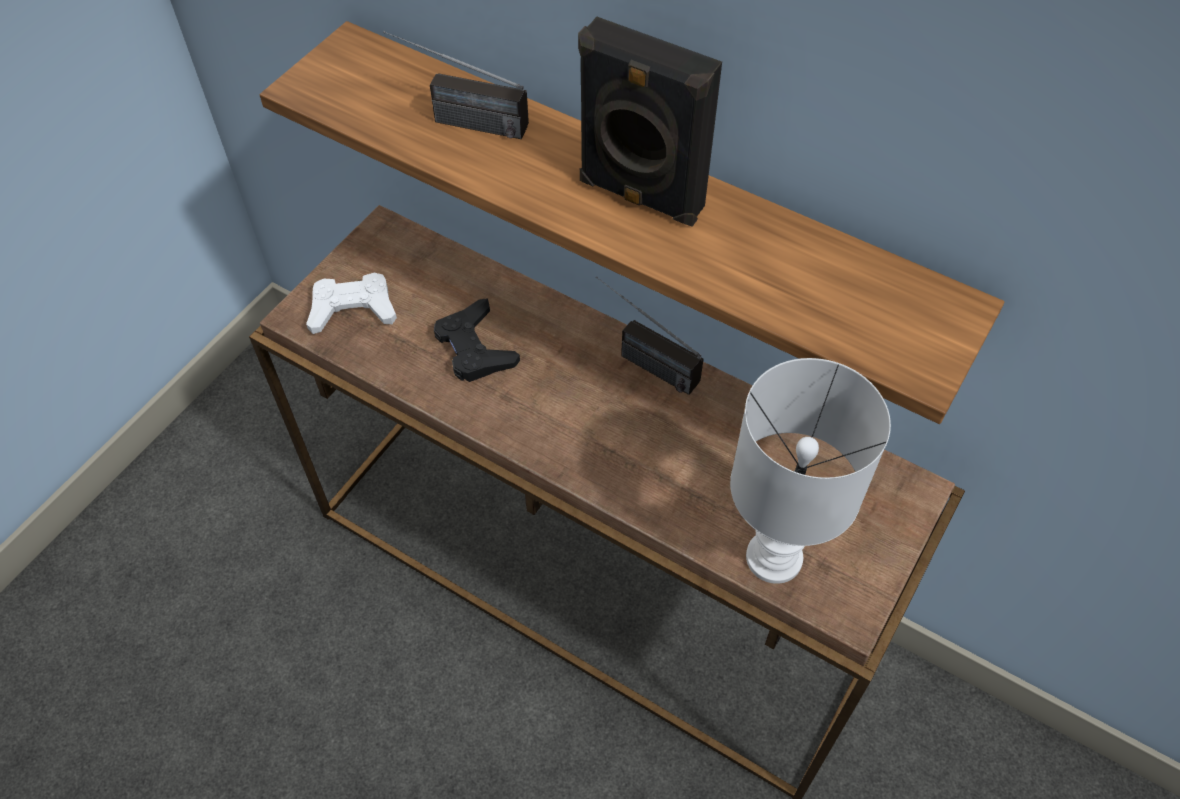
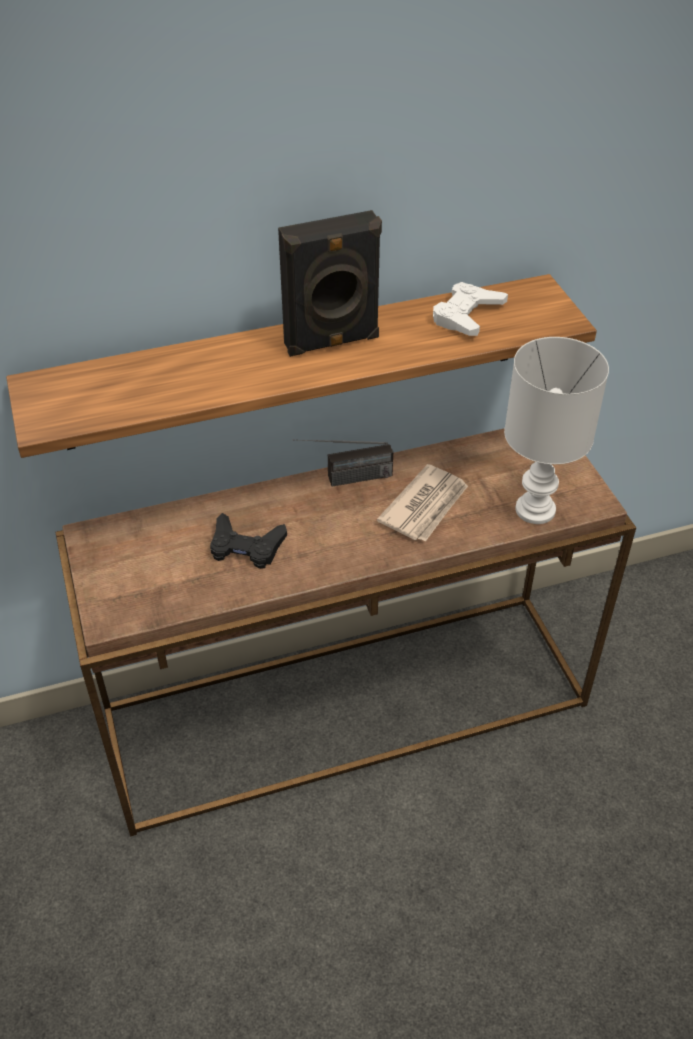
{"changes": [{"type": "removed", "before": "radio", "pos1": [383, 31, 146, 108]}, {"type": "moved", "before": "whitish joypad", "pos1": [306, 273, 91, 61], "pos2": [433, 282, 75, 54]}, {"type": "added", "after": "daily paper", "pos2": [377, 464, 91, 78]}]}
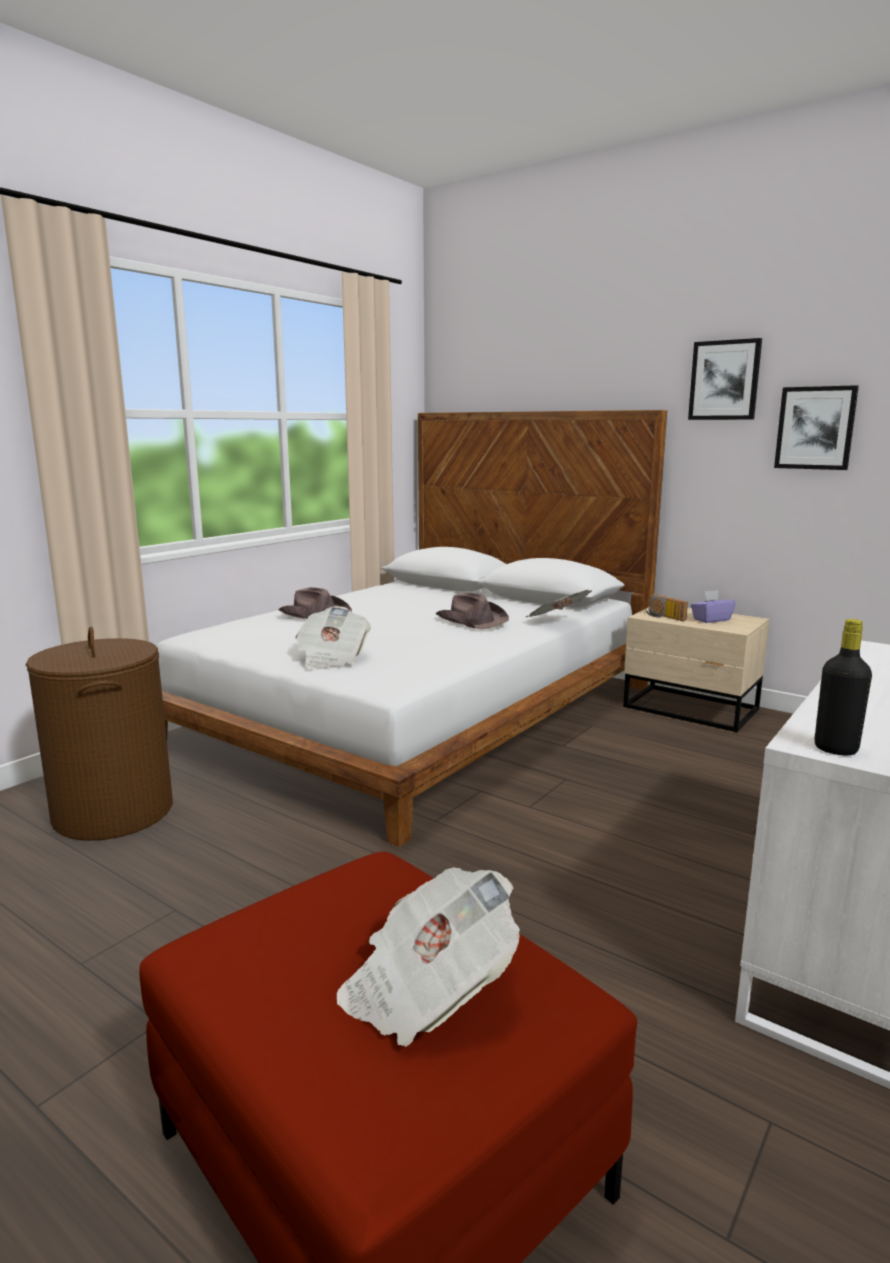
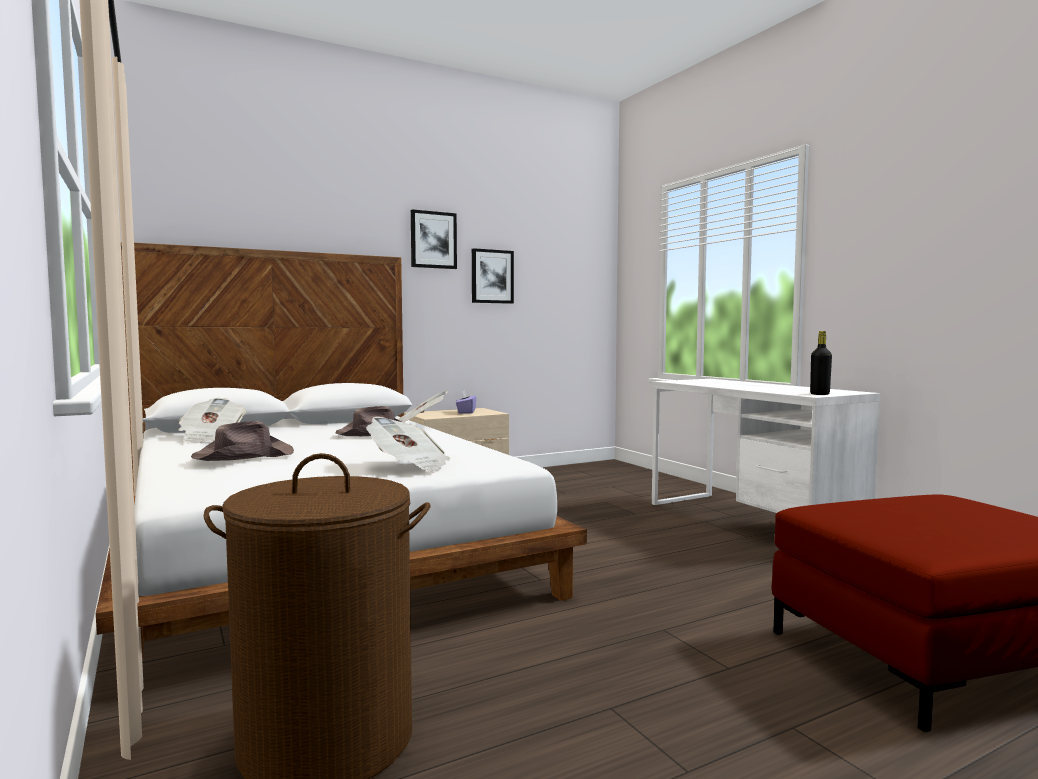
{"changes": [{"type": "removed", "before": "radio", "pos1": [645, 594, 43, 27]}, {"type": "moved", "before": "daily paper", "pos1": [337, 867, 183, 180], "pos2": [179, 398, 67, 46]}]}
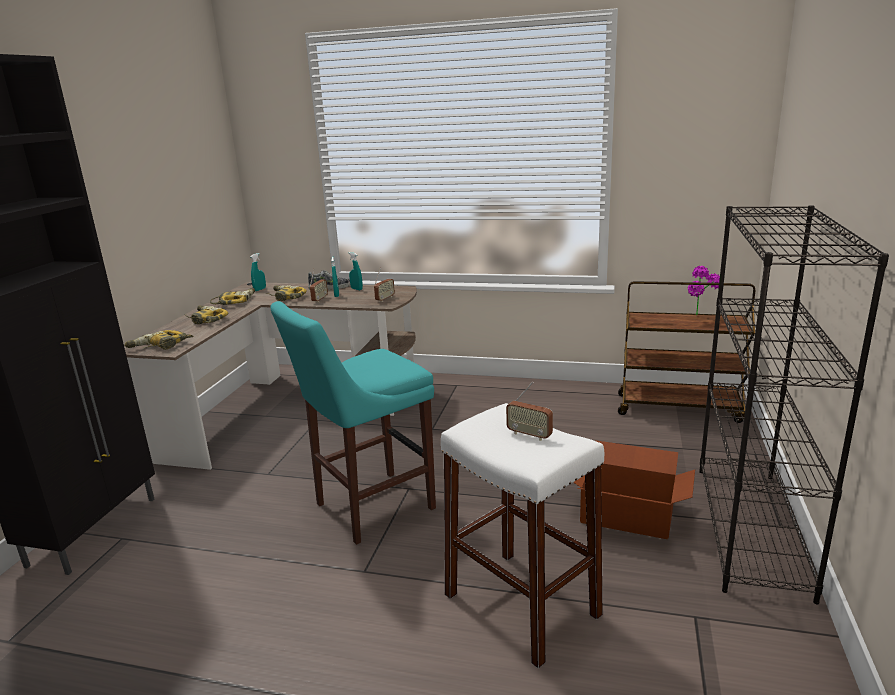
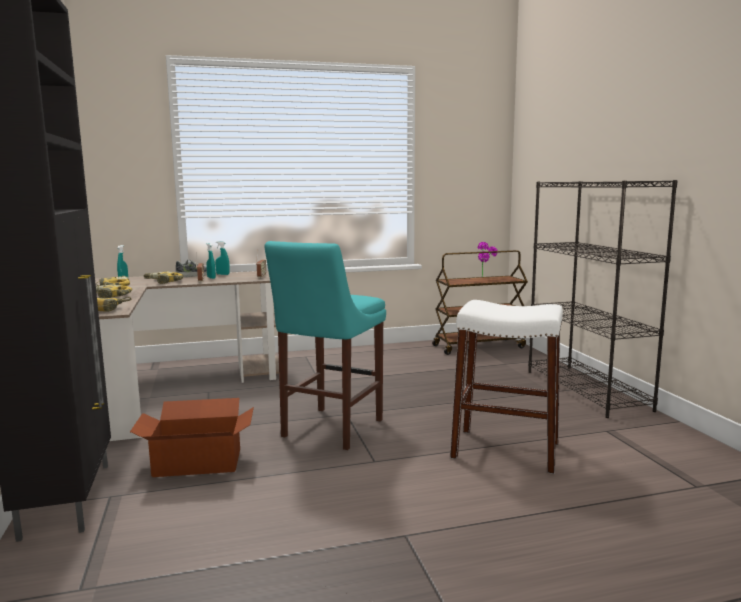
{"changes": [{"type": "removed", "before": "radio", "pos1": [506, 381, 47, 60]}, {"type": "moved", "before": "cardboard box", "pos1": [573, 440, 122, 99], "pos2": [130, 398, 124, 79]}]}
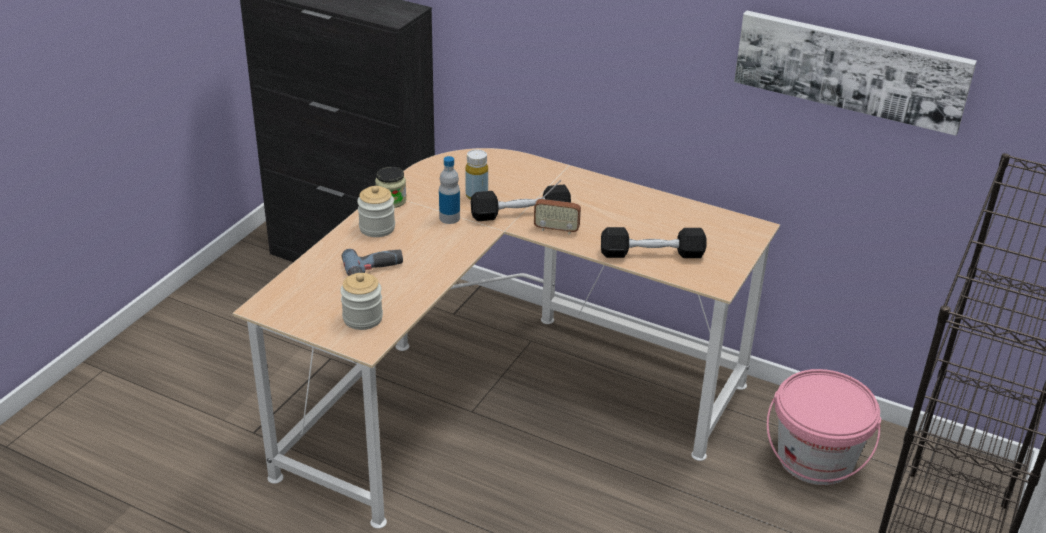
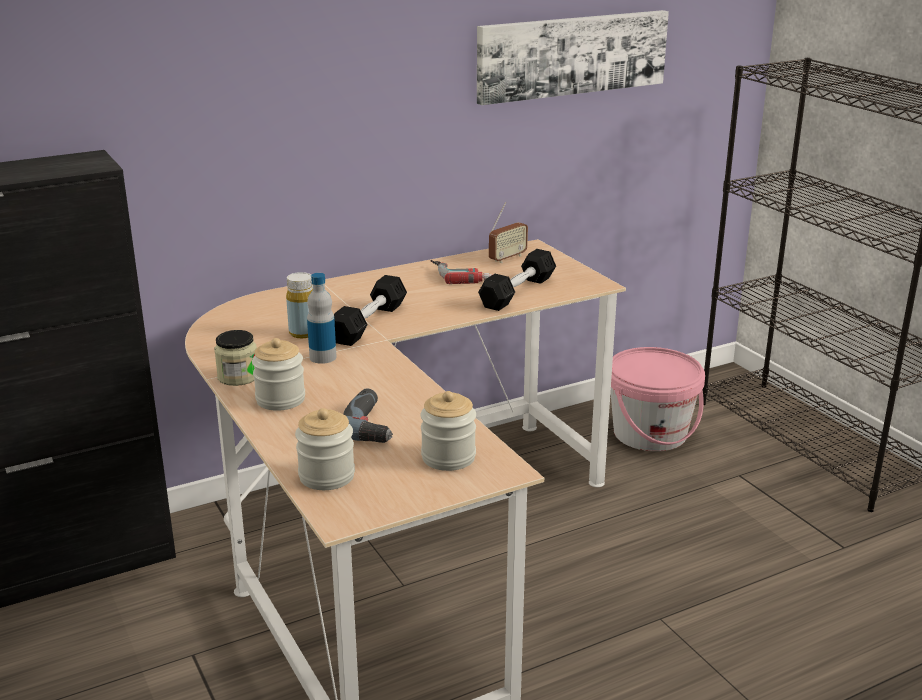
{"changes": [{"type": "moved", "before": "radio", "pos1": [534, 180, 47, 55], "pos2": [489, 202, 39, 61]}, {"type": "added", "after": "power drill", "pos2": [431, 260, 61, 24]}, {"type": "added", "after": "preserve jar", "pos2": [295, 408, 60, 82]}]}
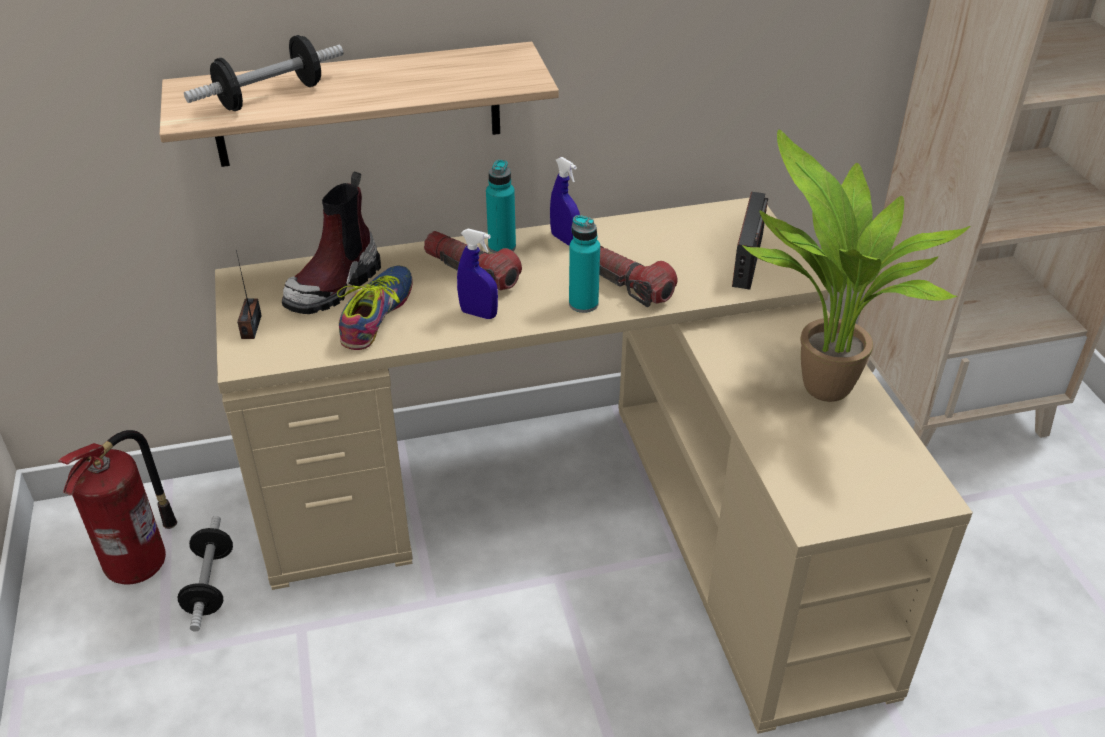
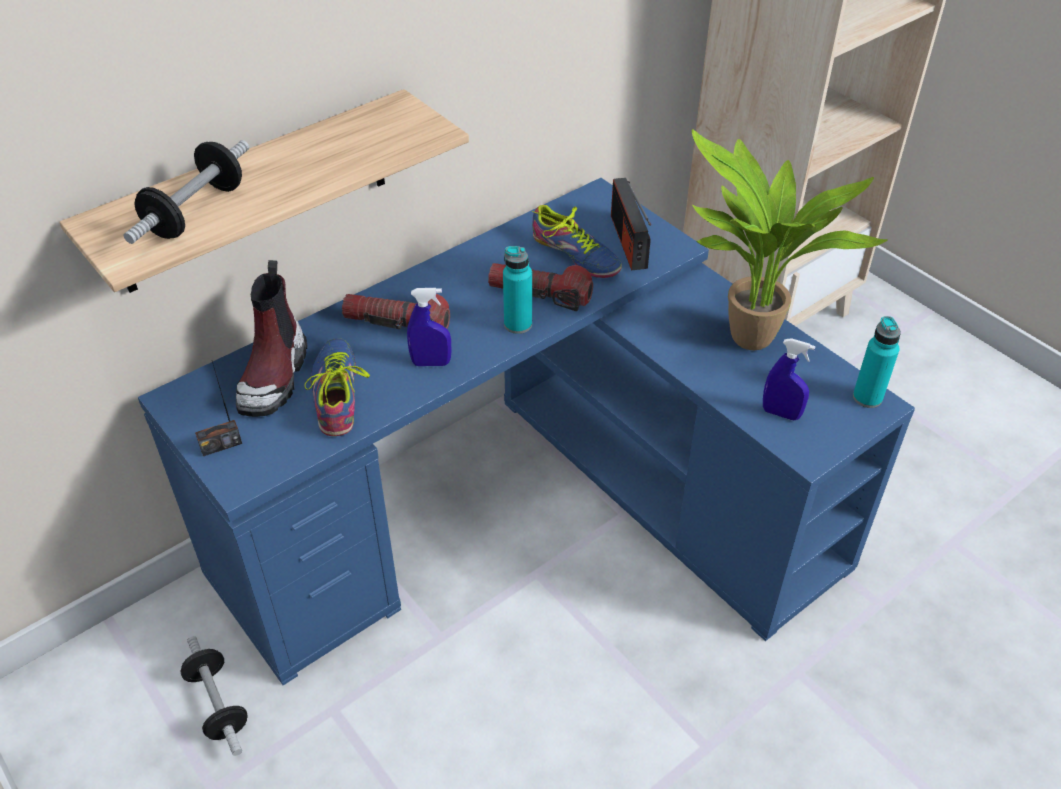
{"changes": [{"type": "moved", "before": "blue hand sprayer", "pos1": [550, 157, 30, 89], "pos2": [763, 338, 53, 82]}, {"type": "moved", "before": "turquoise-coloured drink bottle", "pos1": [486, 160, 30, 93], "pos2": [853, 316, 48, 92]}, {"type": "recoloured", "before": "beige desk", "after": "blue desk", "pos1": [215, 198, 758, 536], "pos2": [138, 178, 777, 507]}, {"type": "turned", "before": "radio", "pos1": [236, 250, 26, 89], "pos2": [195, 361, 47, 95], "turn": -90}, {"type": "removed", "before": "extinguisher", "pos1": [58, 430, 119, 155]}, {"type": "added", "after": "item of footwear", "pos2": [532, 205, 90, 73]}]}
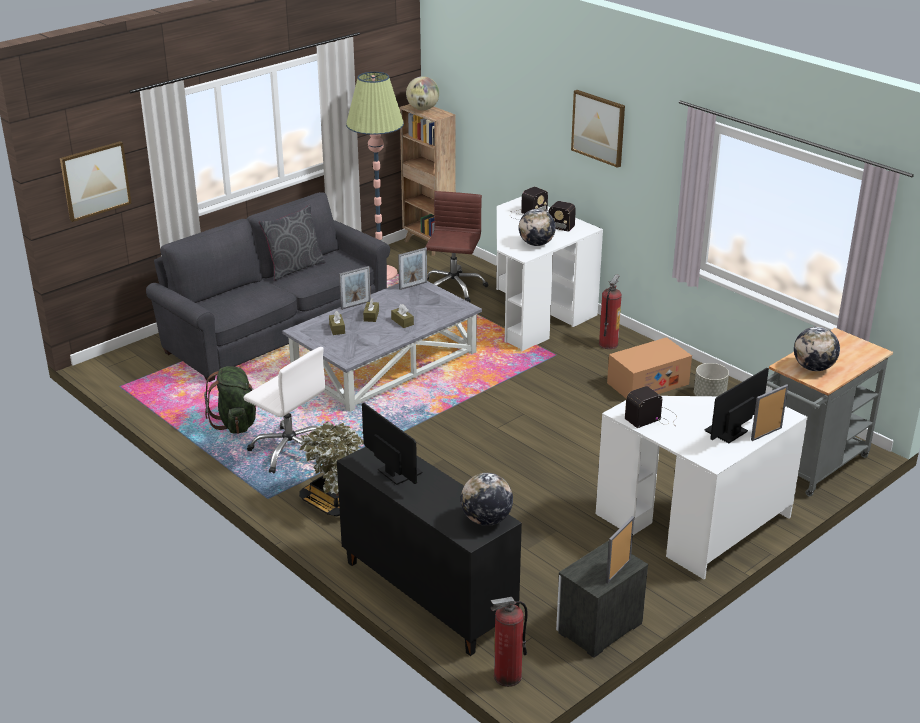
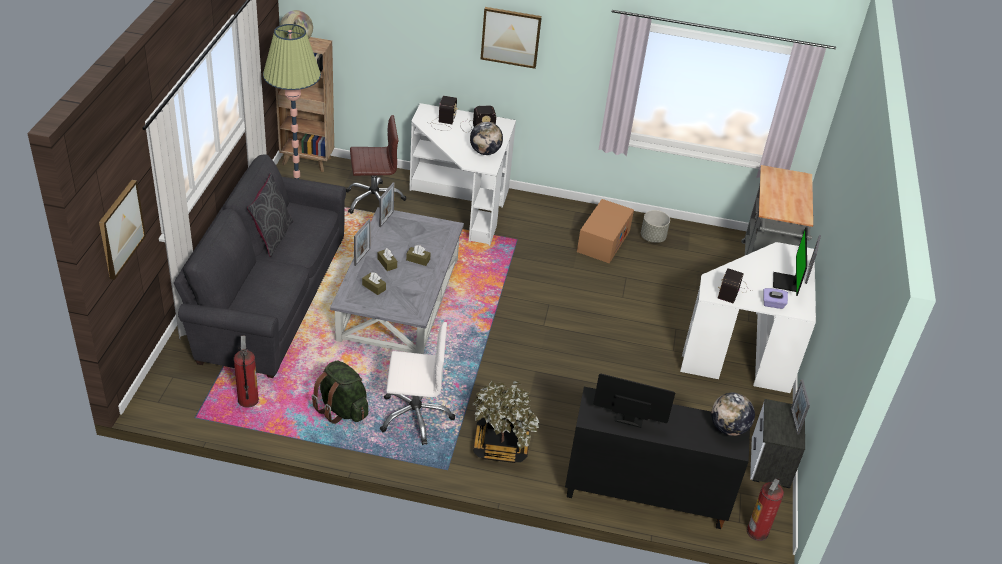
{"changes": [{"type": "turned", "before": "brownish desk chair", "pos1": [425, 191, 63, 111], "pos2": [346, 115, 60, 99], "turn": 105}, {"type": "moved", "before": "extinguisher", "pos1": [599, 274, 23, 75], "pos2": [234, 336, 25, 72]}, {"type": "removed", "before": "world globe", "pos1": [794, 327, 46, 44]}, {"type": "added", "after": "purplish tissue holder", "pos2": [763, 288, 25, 21]}]}
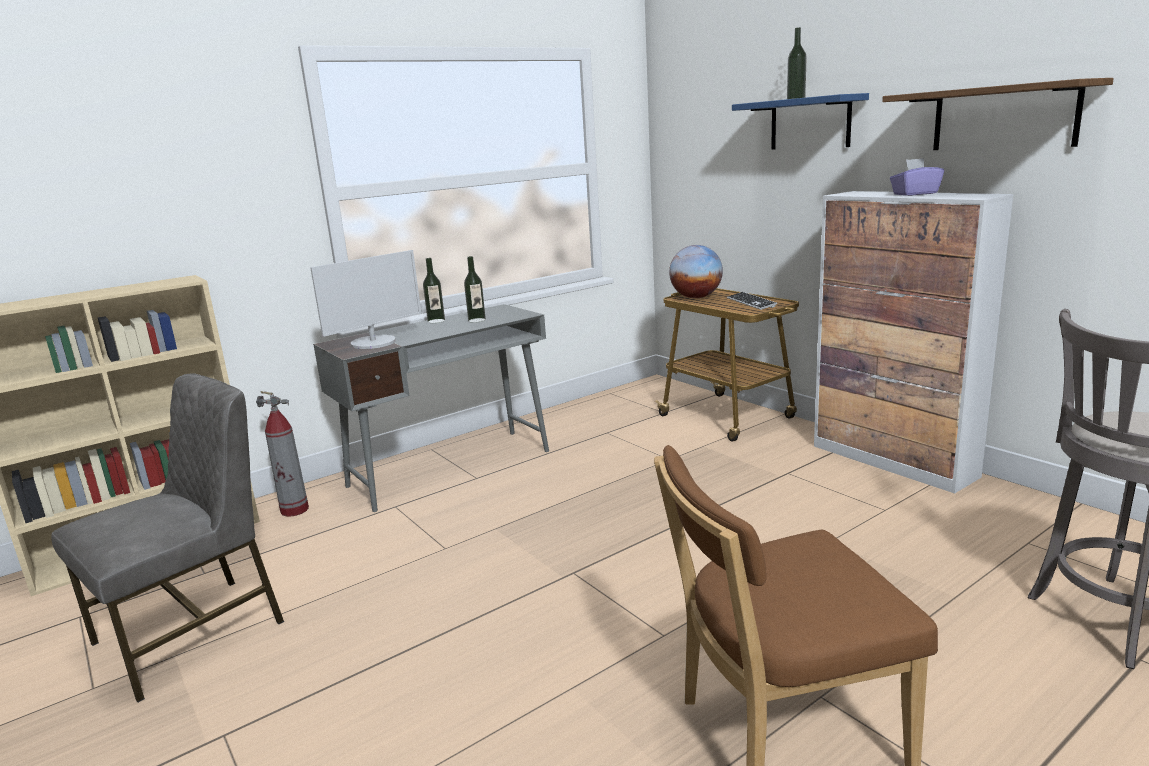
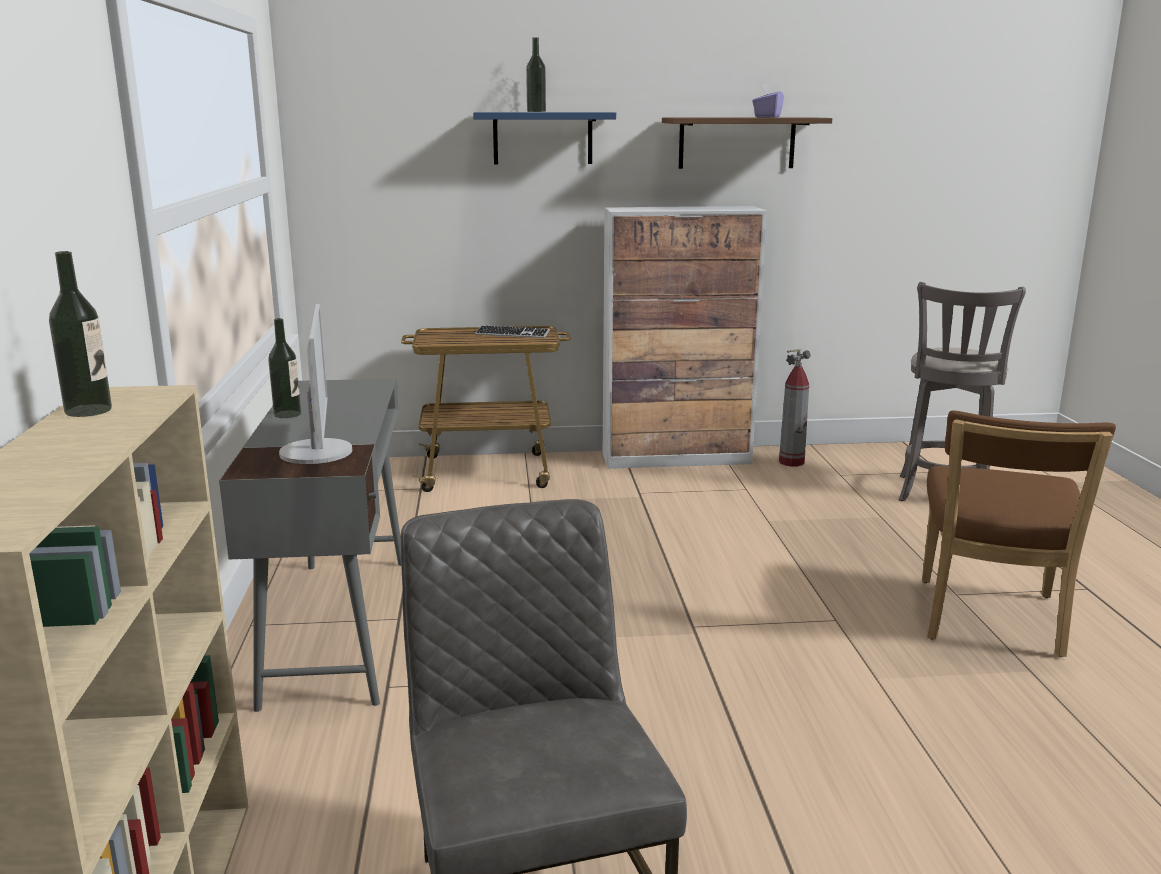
{"changes": [{"type": "moved", "before": "purplish tissue holder", "pos1": [890, 158, 54, 38], "pos2": [752, 84, 32, 33]}, {"type": "removed", "before": "world globe", "pos1": [669, 245, 54, 53]}, {"type": "moved", "before": "drink bottle", "pos1": [464, 256, 22, 67], "pos2": [49, 251, 63, 166]}, {"type": "moved", "before": "extinguisher", "pos1": [256, 391, 53, 126], "pos2": [779, 349, 31, 117]}]}
